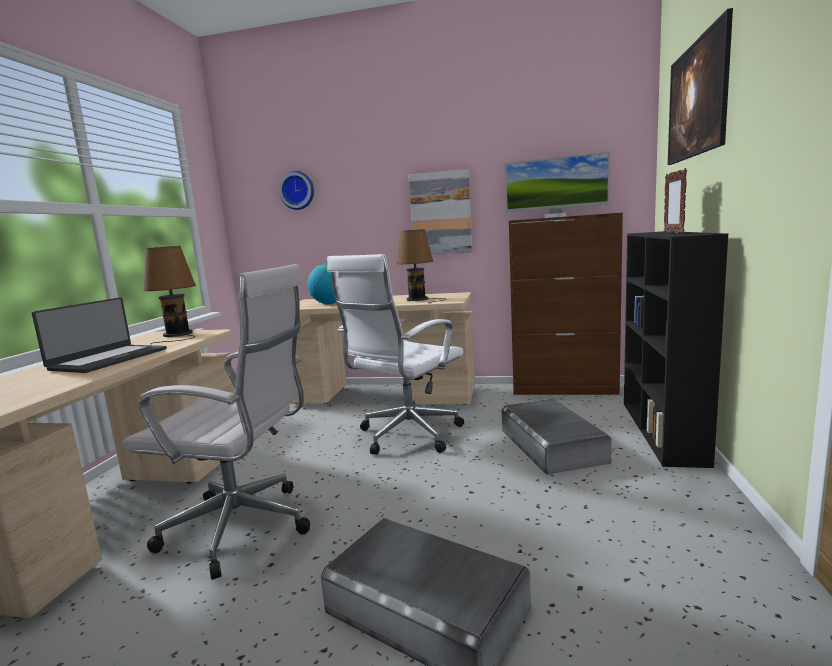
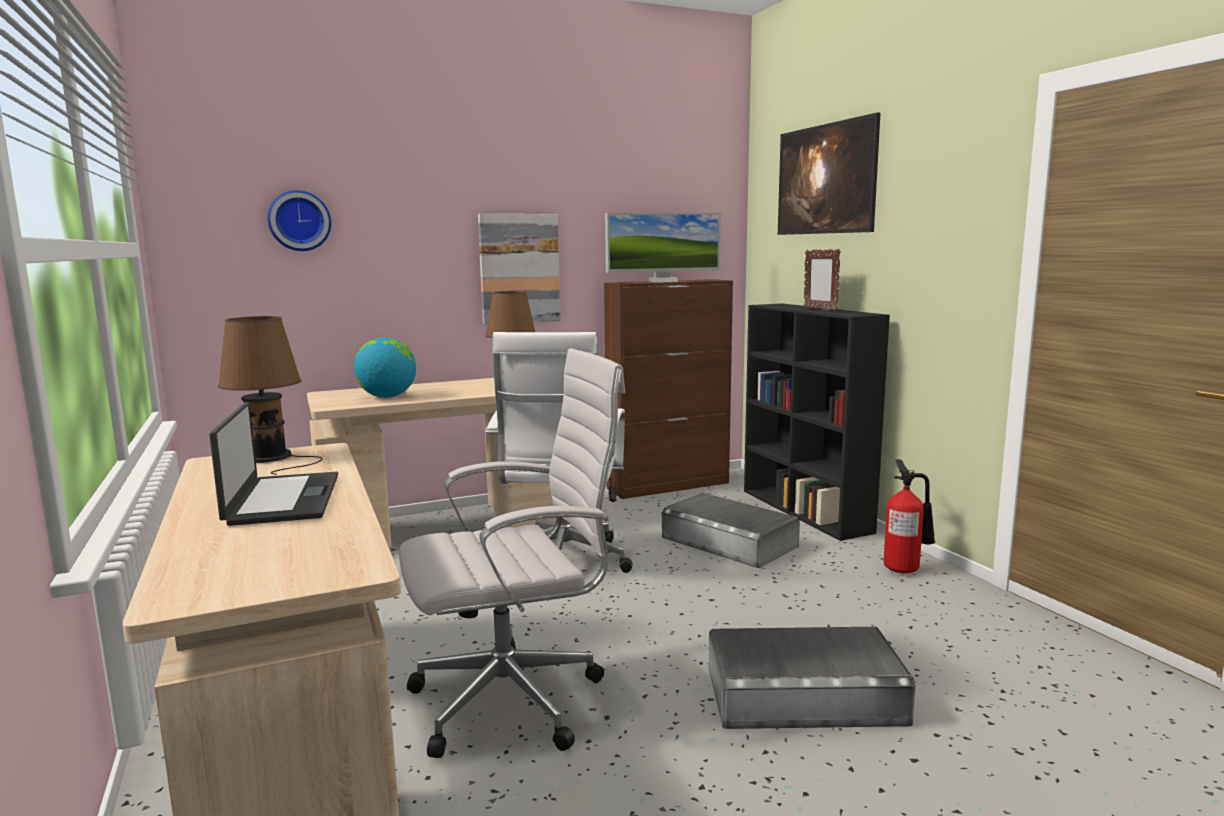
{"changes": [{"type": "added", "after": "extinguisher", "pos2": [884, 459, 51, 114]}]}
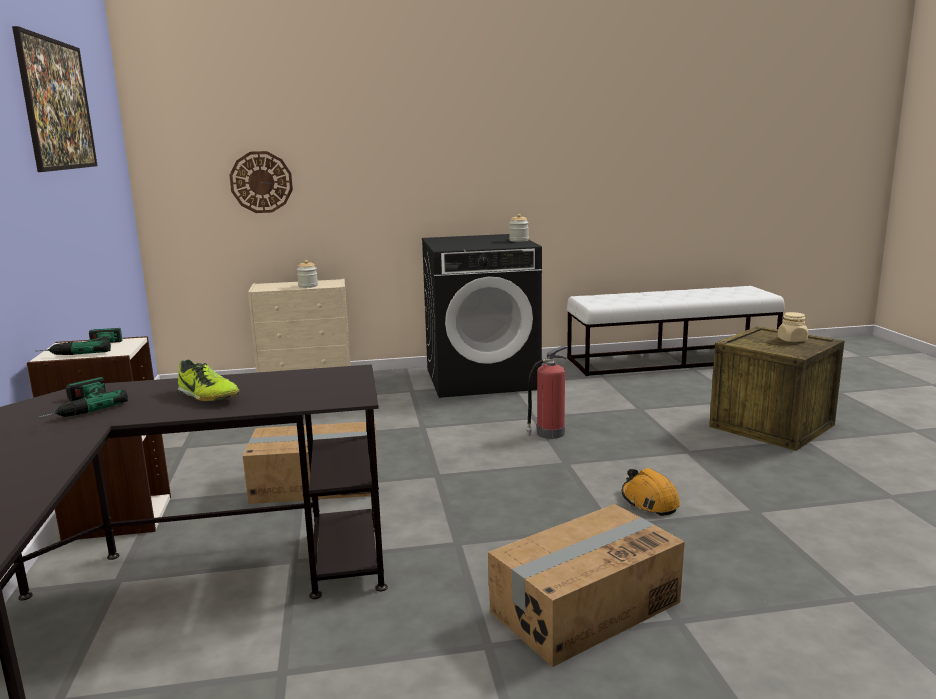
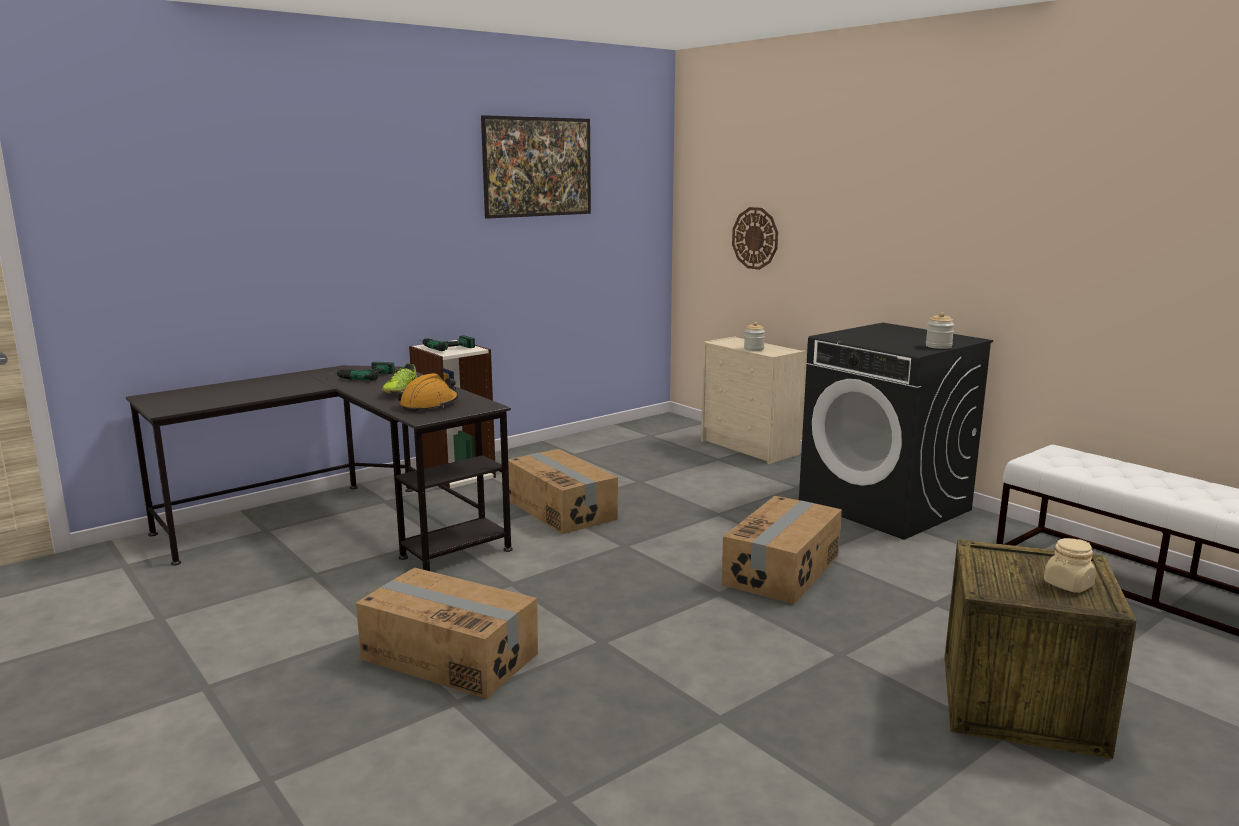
{"changes": [{"type": "replaced", "before": "extinguisher", "after": "cardboard box", "pos1": [526, 346, 41, 93], "pos2": [722, 496, 120, 108]}, {"type": "moved", "before": "orange safety helmet", "pos1": [622, 468, 58, 48], "pos2": [398, 373, 61, 39]}]}
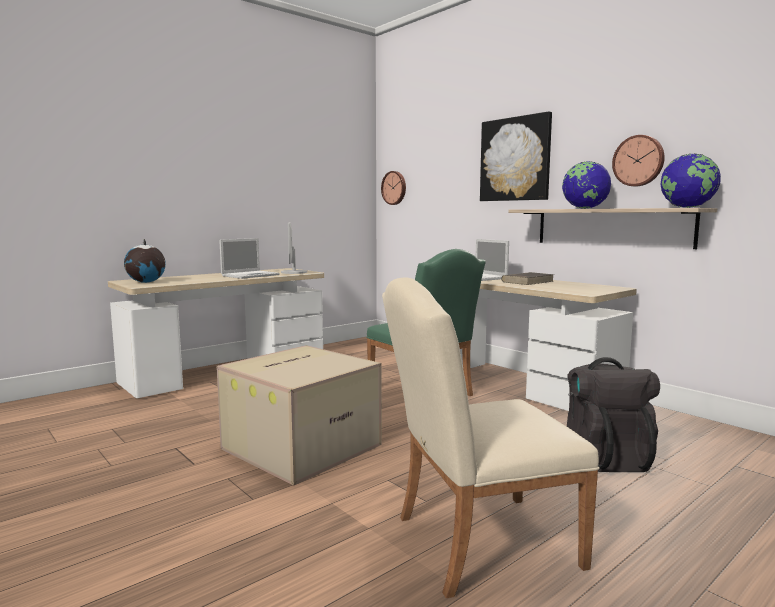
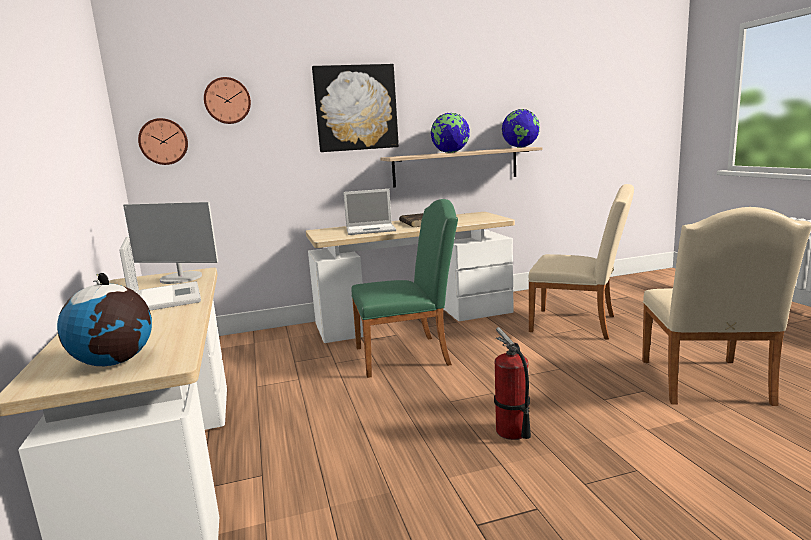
{"changes": [{"type": "moved", "before": "wall clock", "pos1": [612, 135, 53, 51], "pos2": [204, 77, 47, 47]}, {"type": "replaced", "before": "cardboard box", "after": "extinguisher", "pos1": [217, 345, 165, 141], "pos2": [494, 327, 37, 113]}, {"type": "replaced", "before": "black-coloured knapsack", "after": "beige plain chair", "pos1": [567, 357, 93, 115], "pos2": [528, 184, 106, 156]}]}
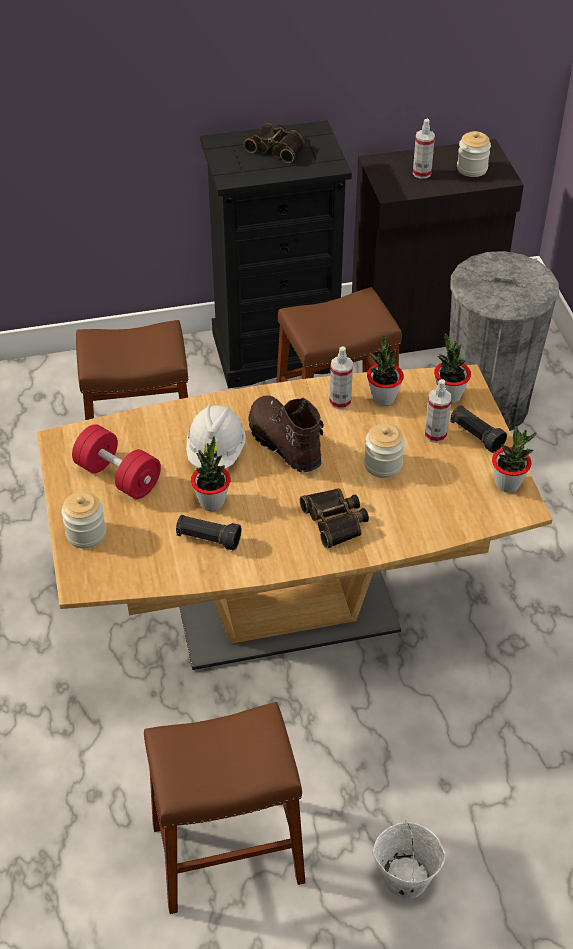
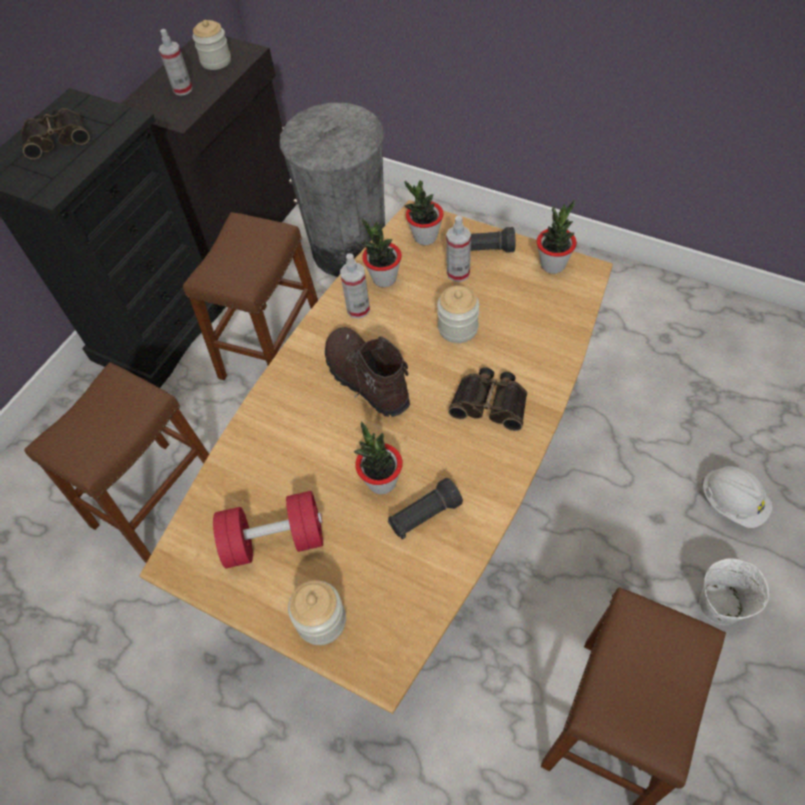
{"changes": [{"type": "turned", "before": "brownish high-top boot", "pos1": [249, 395, 75, 77], "pos2": [325, 327, 85, 90], "turn": 45}, {"type": "moved", "before": "whitish safety helmet", "pos1": [186, 405, 60, 64], "pos2": [702, 466, 70, 62]}]}
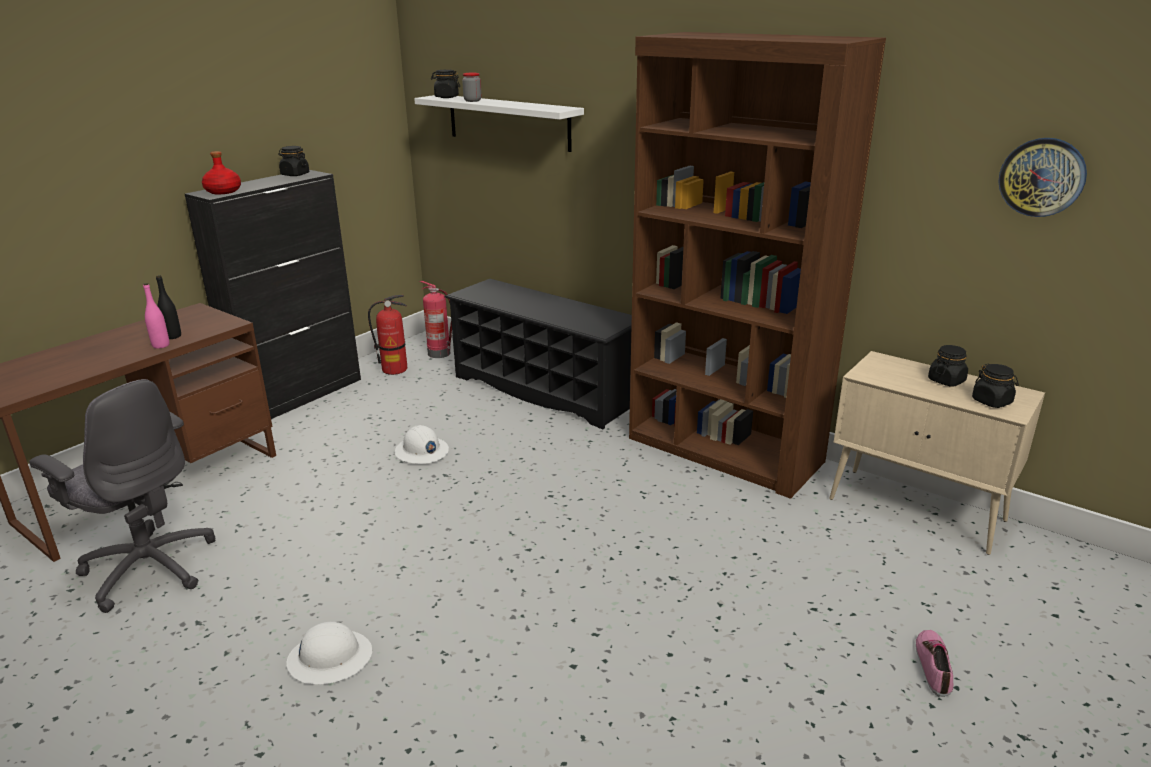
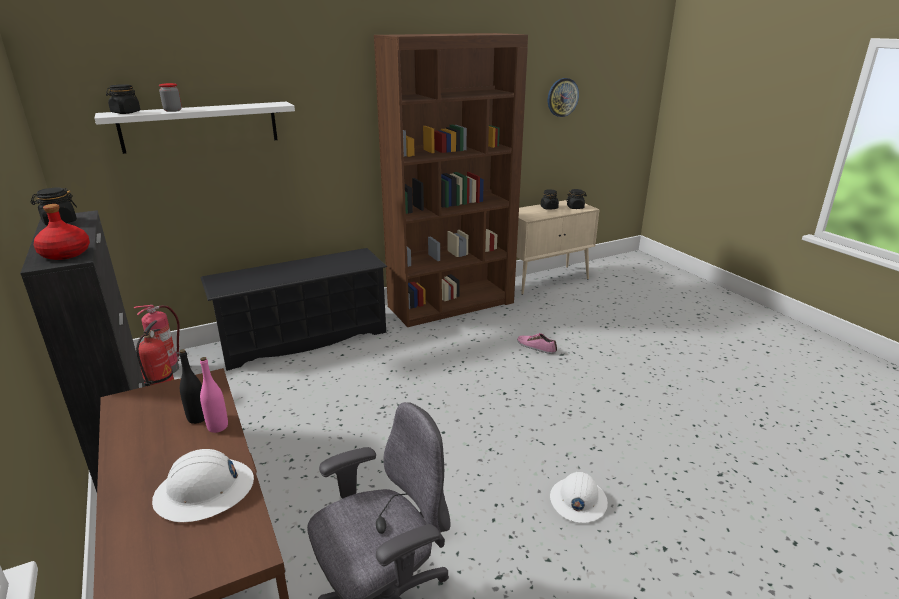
{"changes": [{"type": "moved", "before": "whitish safety helmet", "pos1": [395, 425, 54, 39], "pos2": [152, 449, 102, 73]}, {"type": "moved", "before": "item of footwear", "pos1": [916, 630, 37, 67], "pos2": [517, 333, 40, 21]}]}
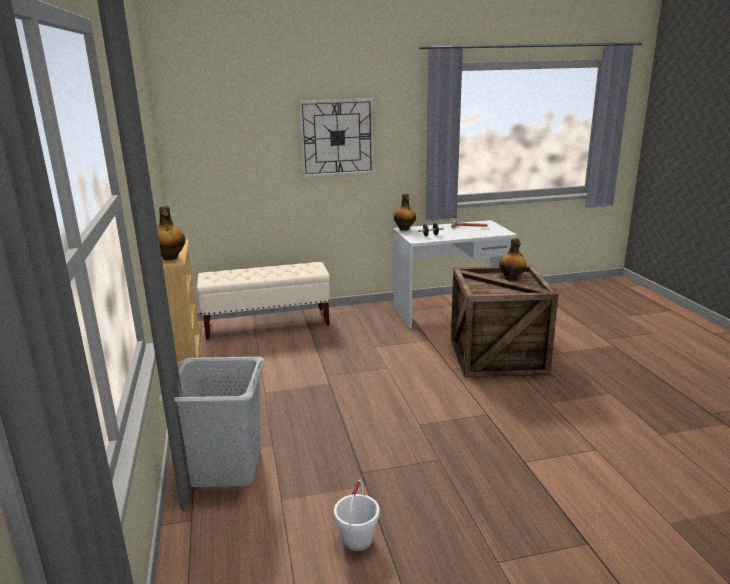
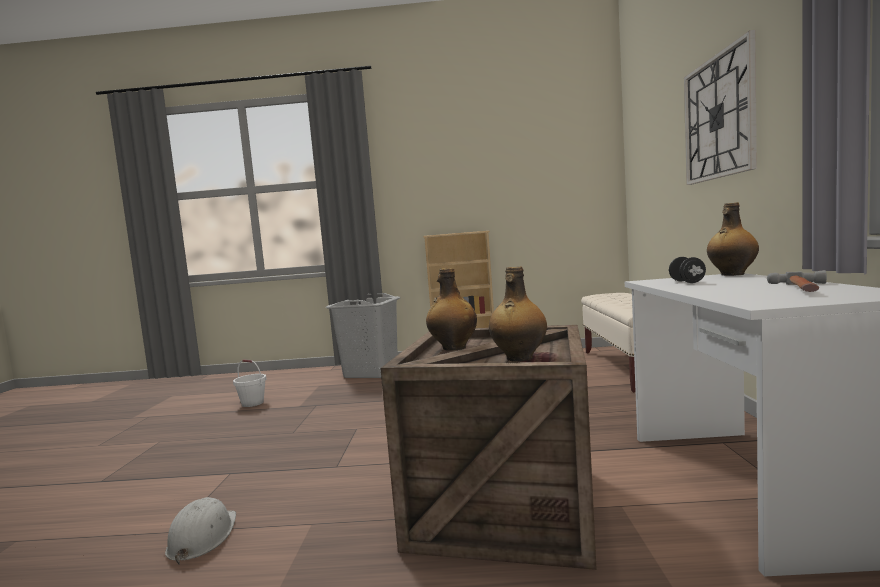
{"changes": [{"type": "moved", "before": "drink bottle", "pos1": [157, 206, 28, 54], "pos2": [426, 268, 51, 83]}, {"type": "added", "after": "whitish safety helmet", "pos2": [165, 497, 71, 68]}]}
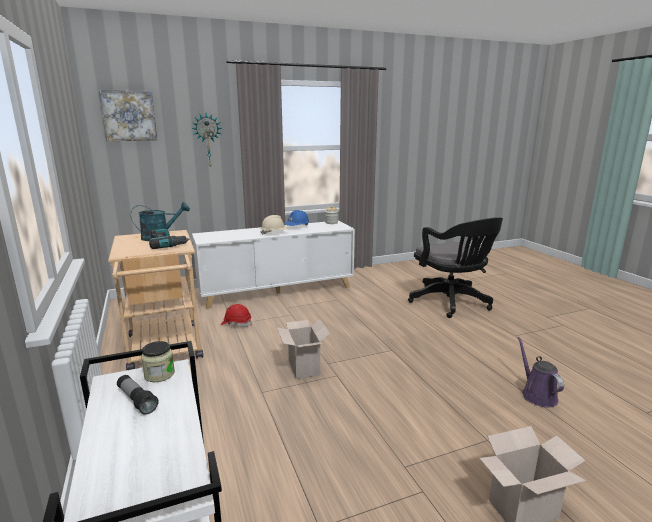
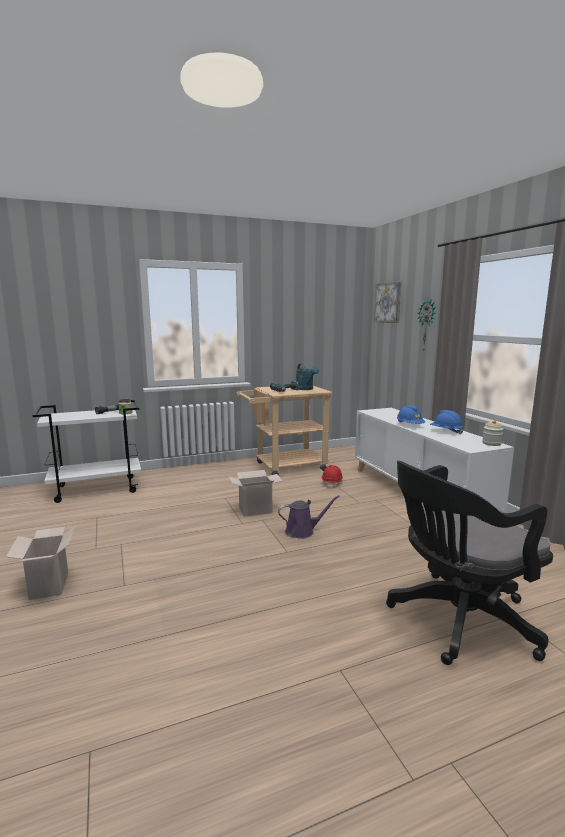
{"changes": [{"type": "recoloured", "before": "beige safety helmet", "after": "blue safety helmet", "pos1": [260, 215, 28, 20], "pos2": [397, 405, 28, 19]}, {"type": "moved", "before": "purplish watering can", "pos1": [517, 337, 47, 71], "pos2": [278, 495, 62, 44]}]}
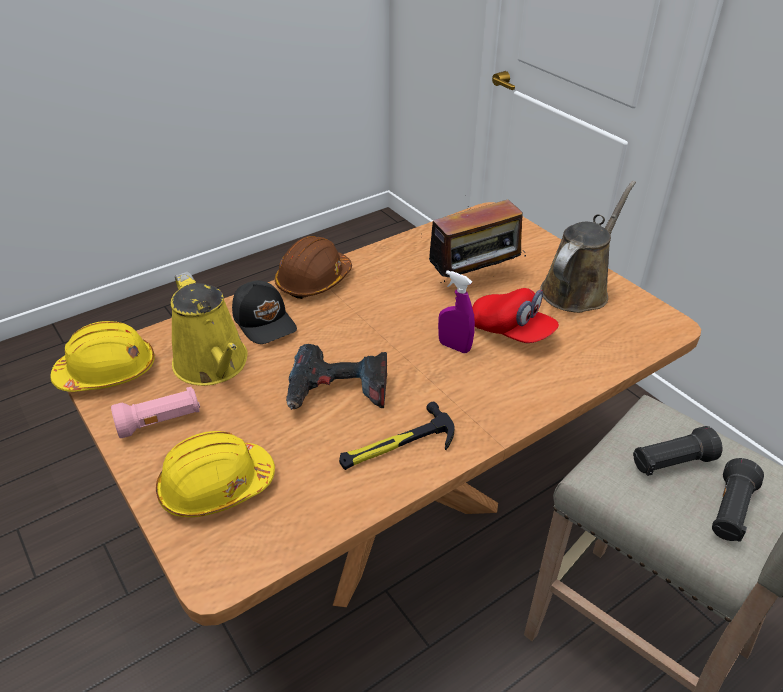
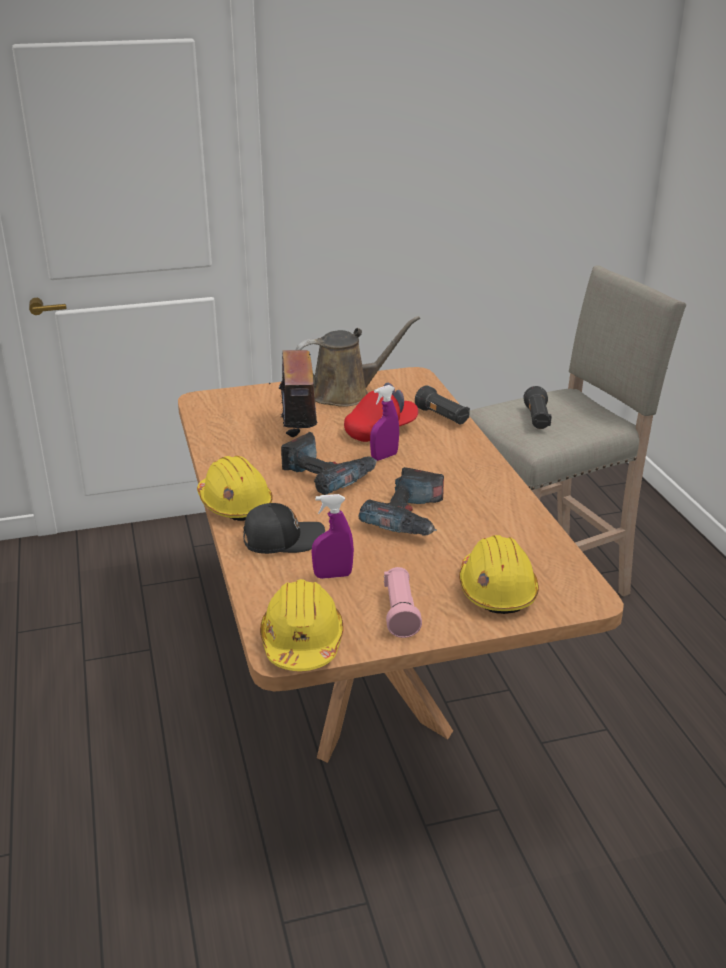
{"changes": [{"type": "turned", "before": "brownish watering can", "pos1": [540, 181, 96, 132], "pos2": [296, 316, 124, 91], "turn": 105}, {"type": "recoloured", "before": "brownish safety helmet", "after": "yellowish safety helmet", "pos1": [275, 236, 77, 63], "pos2": [197, 456, 76, 65]}, {"type": "replaced", "before": "yellowish watering can", "after": "purplish hand sprayer", "pos1": [171, 271, 77, 115], "pos2": [312, 494, 42, 85]}, {"type": "removed", "before": "hammer", "pos1": [339, 402, 116, 68]}, {"type": "moved", "before": "black-coloured torch", "pos1": [712, 458, 52, 84], "pos2": [415, 385, 55, 40]}, {"type": "added", "after": "power drill", "pos2": [281, 432, 96, 63]}]}
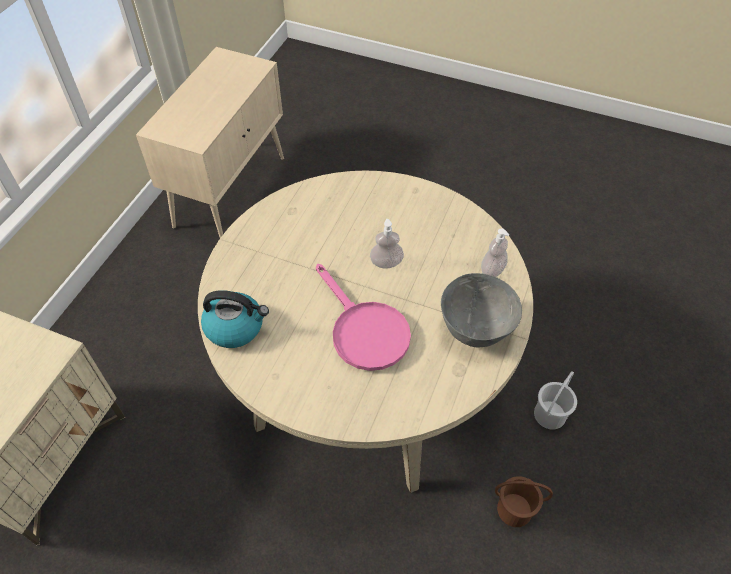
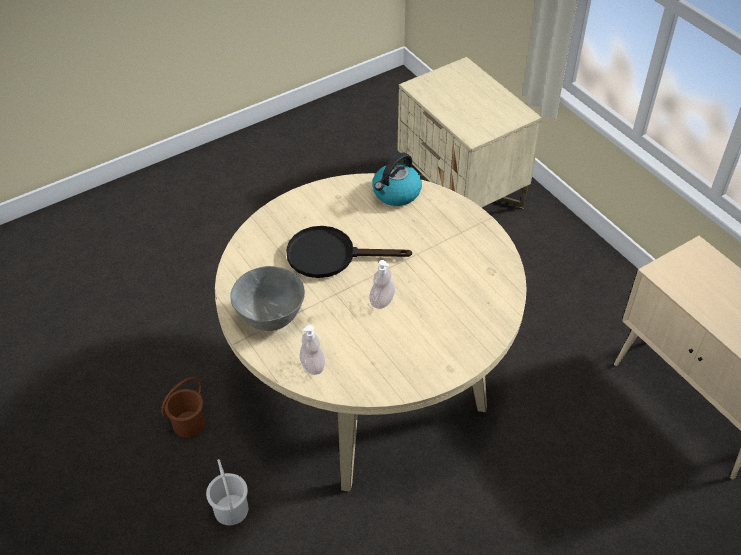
{"changes": [{"type": "recoloured", "before": "pink skillet", "after": "black-coloured skillet", "pos1": [316, 264, 95, 107], "pos2": [286, 226, 126, 52]}]}
